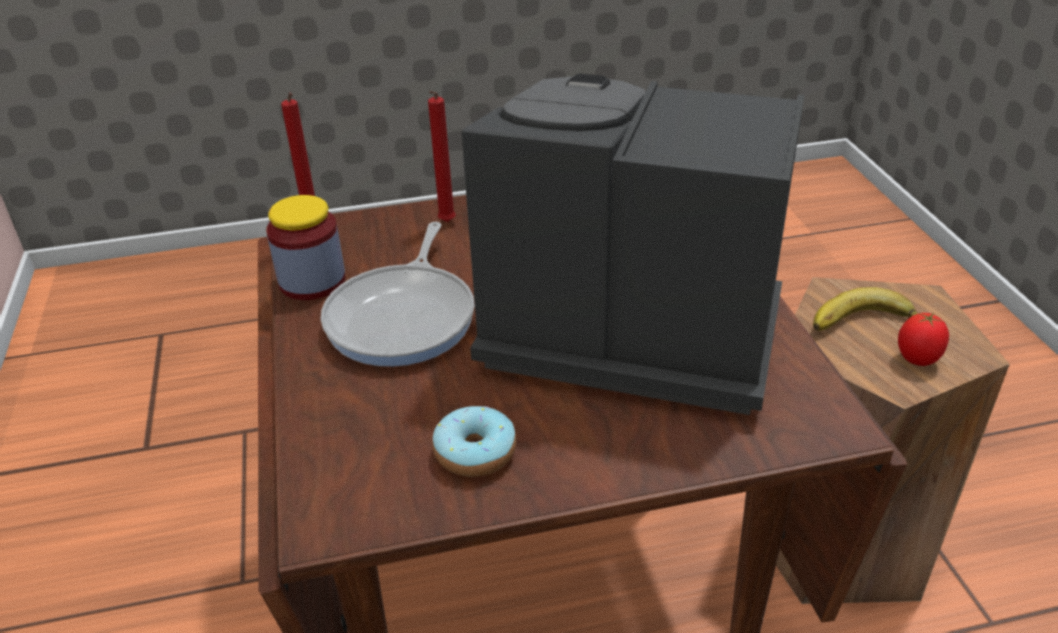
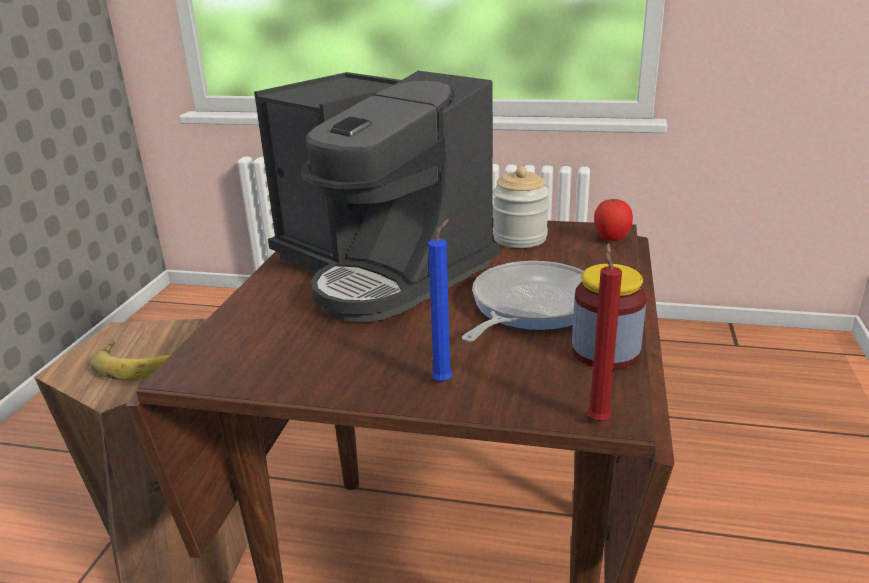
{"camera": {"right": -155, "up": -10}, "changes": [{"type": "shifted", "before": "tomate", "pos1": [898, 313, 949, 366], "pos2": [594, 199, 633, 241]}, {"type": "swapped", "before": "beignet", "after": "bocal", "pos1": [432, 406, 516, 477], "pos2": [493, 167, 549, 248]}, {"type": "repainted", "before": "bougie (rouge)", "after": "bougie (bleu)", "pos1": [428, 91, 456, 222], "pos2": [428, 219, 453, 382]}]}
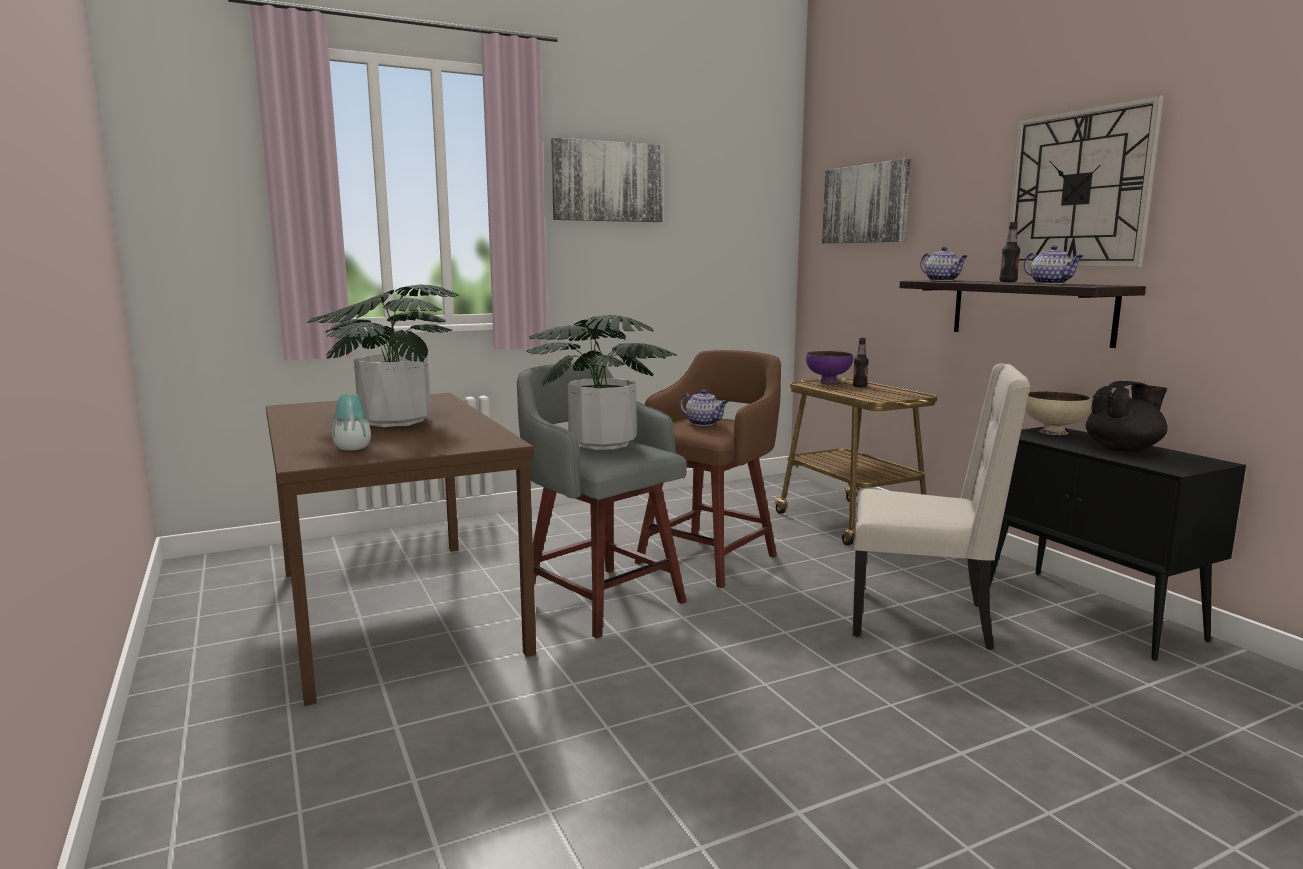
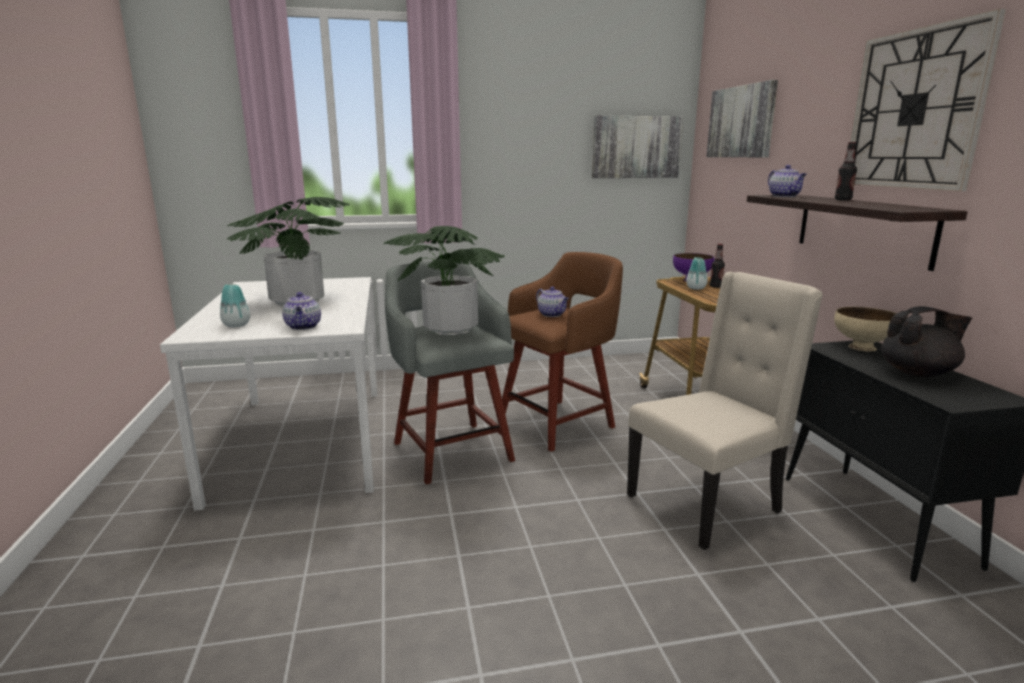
{"camera": {"right": 15, "up": 5}, "changes": [{"type": "new", "after": "vase", "pos2": [686, 257, 707, 290]}, {"type": "shifted", "before": "tableau", "pos1": [551, 138, 663, 222], "pos2": [592, 115, 683, 178]}, {"type": "shifted", "before": "théière", "pos1": [1024, 245, 1083, 284], "pos2": [282, 292, 321, 330]}, {"type": "repainted", "before": "table à manger (marron)", "after": "table à manger (blanc)", "pos1": [266, 393, 536, 706], "pos2": [160, 277, 377, 511]}, {"type": "rotated", "before": "chaise (beige)", "pos1": [853, 364, 1030, 650], "pos2": [627, 272, 823, 550], "turn": -60}]}
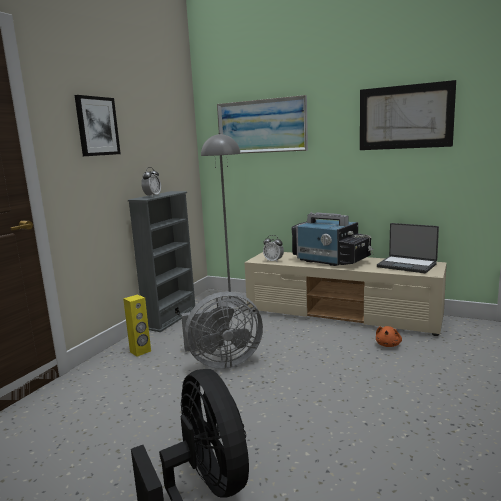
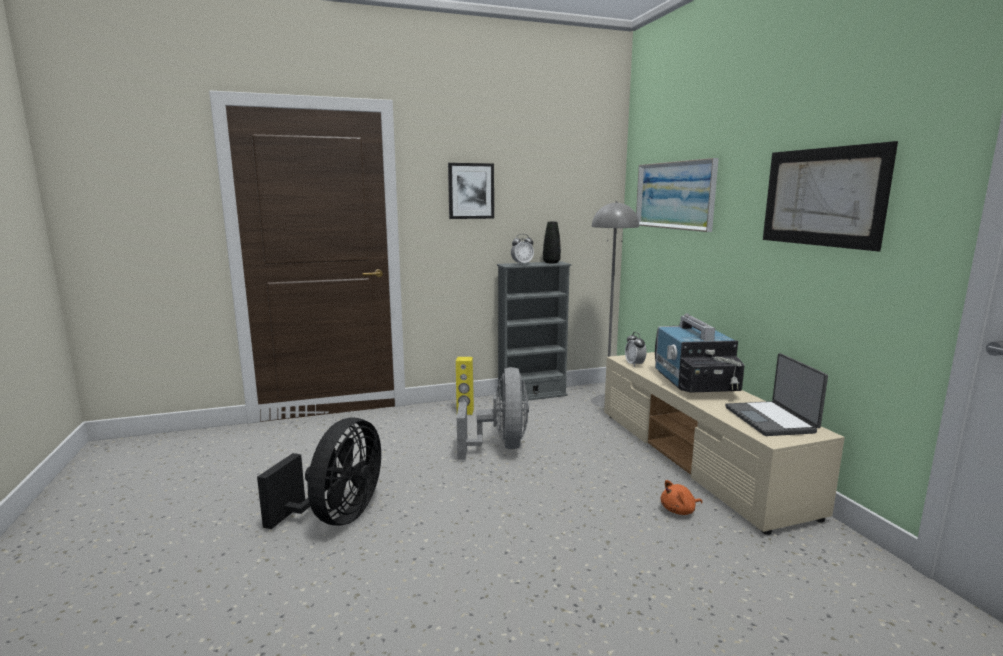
{"camera": {"right": 45, "up": 0}, "changes": [{"type": "new", "after": "vase (noir)", "pos2": [543, 222, 561, 263]}, {"type": "rotated", "before": "ventilateur (gris)", "pos1": [181, 292, 263, 369], "pos2": [457, 367, 529, 460], "turn": -120}]}
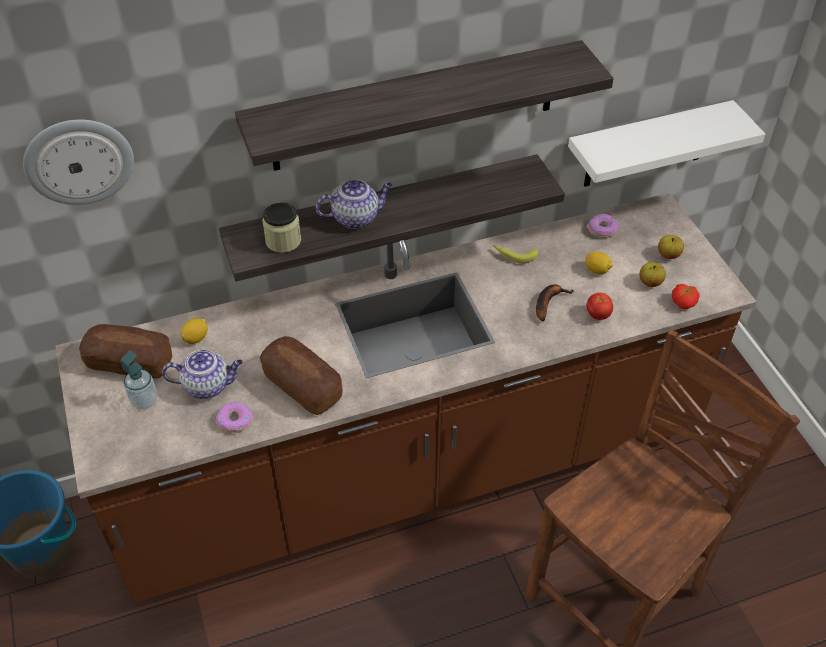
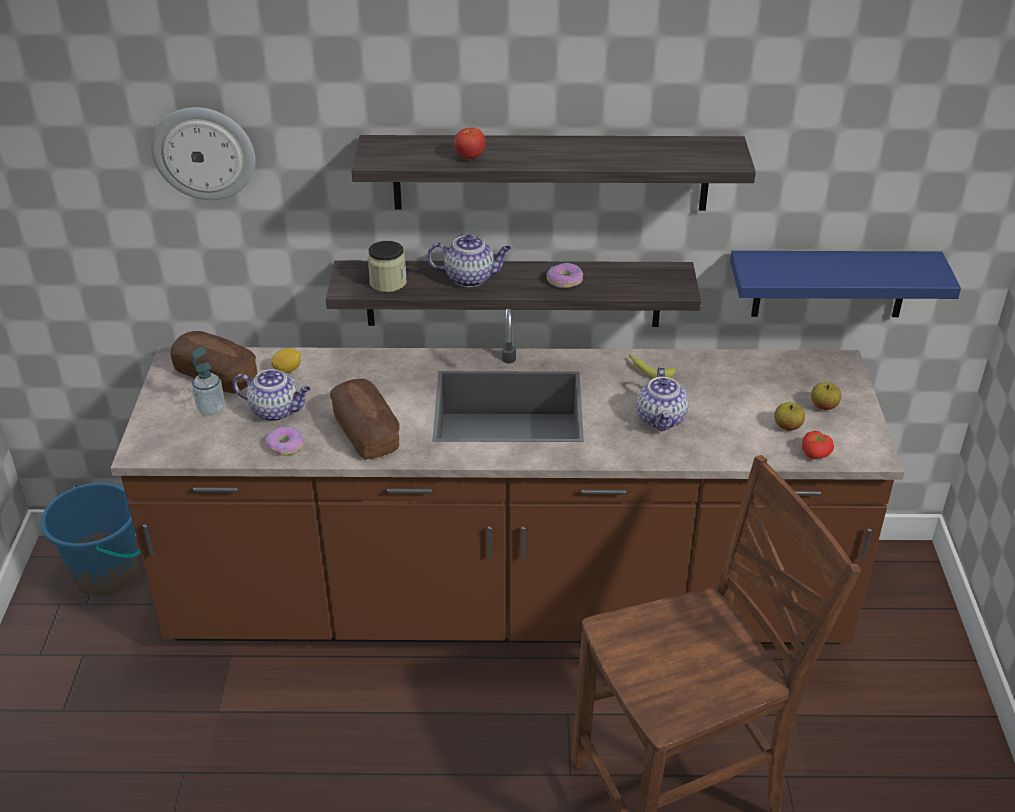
{"camera": {"right": 20, "up": -10}, "changes": [{"type": "gone", "before": "citron", "pos1": [585, 252, 613, 274]}, {"type": "shifted", "before": "tomate", "pos1": [587, 293, 613, 320], "pos2": [454, 127, 486, 159]}, {"type": "shifted", "before": "beignet", "pos1": [588, 214, 619, 238], "pos2": [547, 263, 583, 288]}, {"type": "swapped", "before": "banane", "after": "théière", "pos1": [536, 284, 574, 322], "pos2": [637, 367, 688, 431]}, {"type": "repainted", "before": "étagère (blanc)", "after": "étagère (bleu)", "pos1": [568, 100, 765, 187], "pos2": [730, 251, 961, 317]}]}
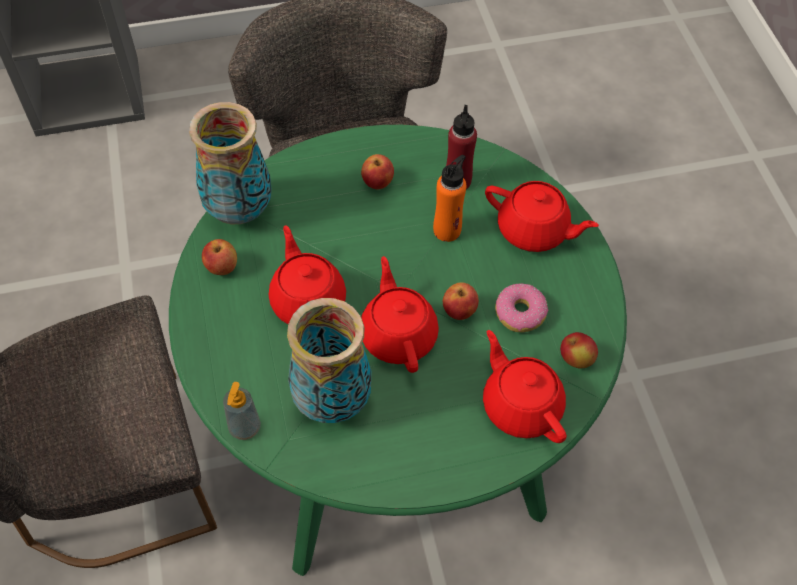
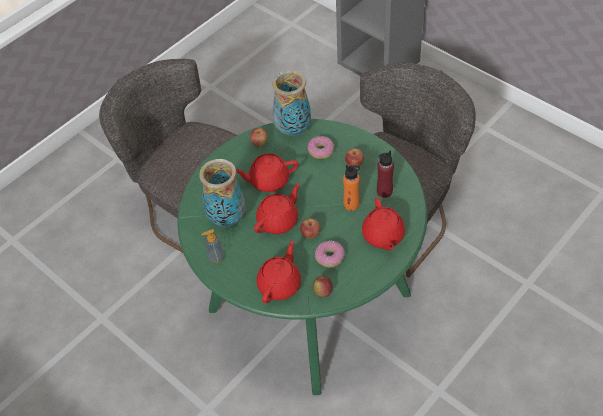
{"camera": {"right": 60, "up": -5}, "changes": [{"type": "new", "after": "beignet", "pos2": [307, 136, 334, 159]}, {"type": "shifted", "before": "distributeur de savon", "pos1": [223, 382, 261, 440], "pos2": [201, 229, 224, 263]}, {"type": "rotated", "before": "théière (rouge)", "pos1": [269, 225, 346, 324], "pos2": [236, 153, 298, 192], "turn": -135}]}
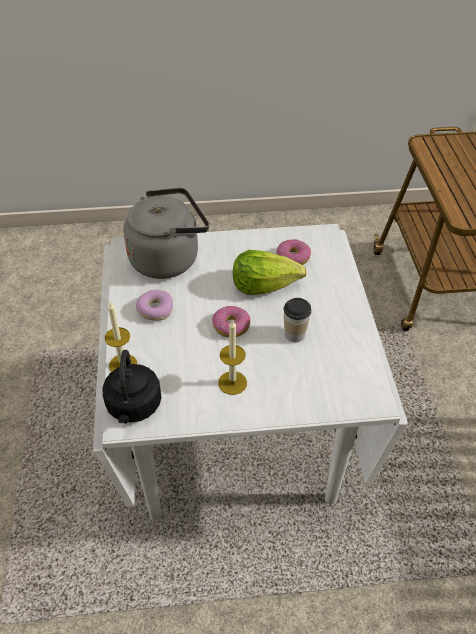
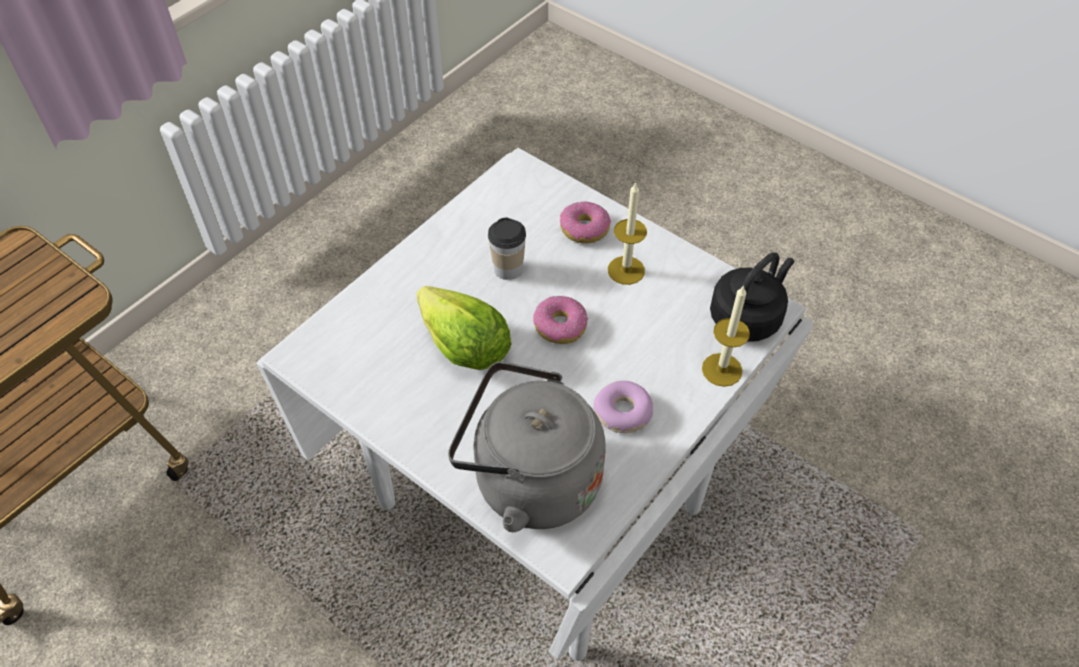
{"camera": {"right": -135, "up": 5}, "changes": [{"type": "shifted", "before": "beignet", "pos1": [277, 239, 311, 265], "pos2": [560, 201, 611, 244]}]}
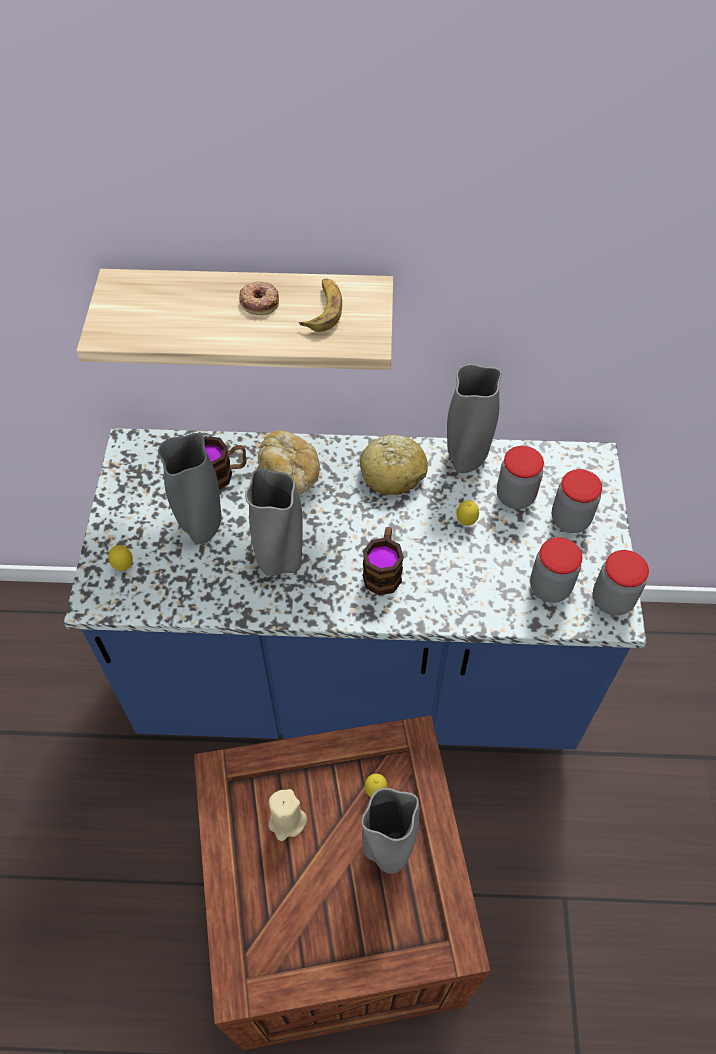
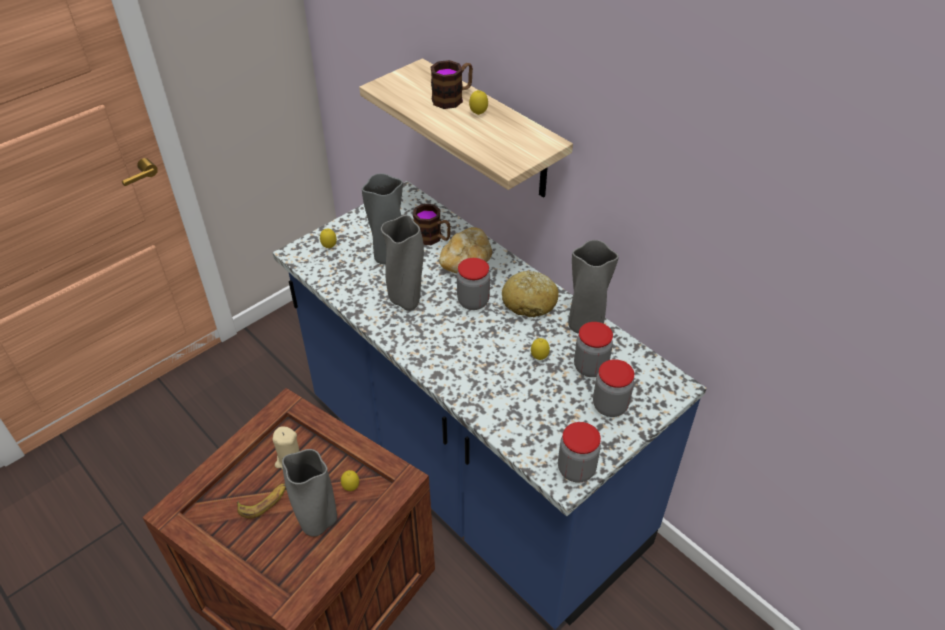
{"camera": {"right": 45, "up": -10}, "changes": [{"type": "shifted", "before": "banane", "pos1": [299, 279, 342, 332], "pos2": [237, 483, 286, 518]}, {"type": "shifted", "before": "mug", "pos1": [362, 527, 404, 595], "pos2": [430, 60, 473, 109]}, {"type": "shifted", "before": "bocal", "pos1": [530, 537, 582, 603], "pos2": [457, 258, 490, 310]}, {"type": "swapped", "before": "beignet", "after": "citron", "pos1": [239, 282, 279, 315], "pos2": [469, 90, 488, 115]}]}
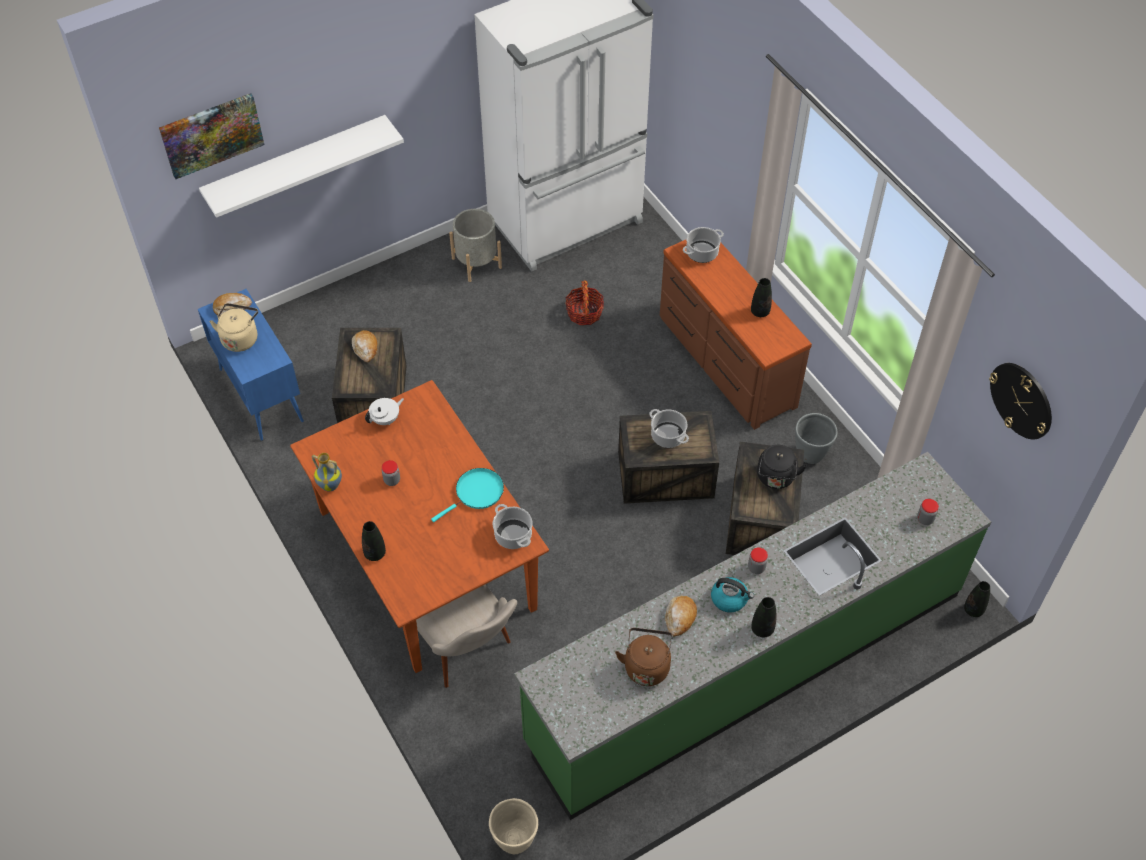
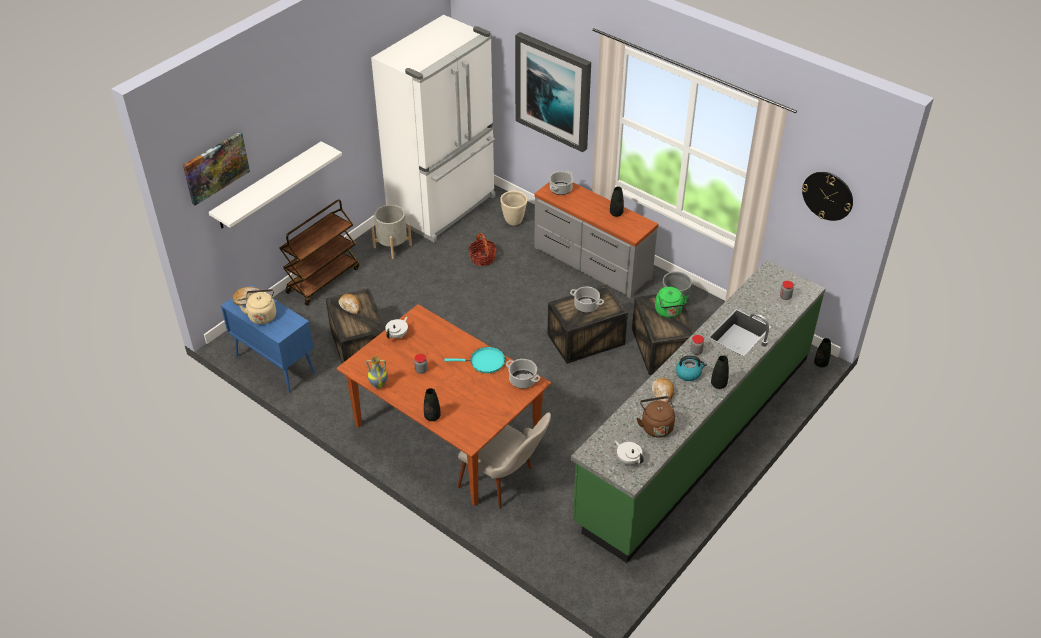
{"camera": {"right": -20, "up": -10}, "changes": [{"type": "new", "after": "chariot (marron)", "pos2": [279, 199, 359, 306]}, {"type": "new", "after": "tableau", "pos2": [515, 32, 591, 152]}, {"type": "new", "after": "théière (blanc)", "pos2": [615, 440, 643, 464]}, {"type": "shifted", "before": "cache-pot (beige)", "pos1": [489, 798, 538, 854], "pos2": [500, 190, 527, 225]}, {"type": "repainted", "before": "commode (marron)", "after": "commode (gris)", "pos1": [660, 240, 812, 430], "pos2": [534, 182, 659, 298]}, {"type": "repainted", "before": "bouilloire (noir)", "after": "bouilloire (vert)", "pos1": [757, 445, 807, 489], "pos2": [655, 287, 689, 318]}, {"type": "rotated", "before": "poêle (turquoise)", "pos1": [431, 468, 504, 522], "pos2": [444, 347, 505, 373], "turn": 60}]}
